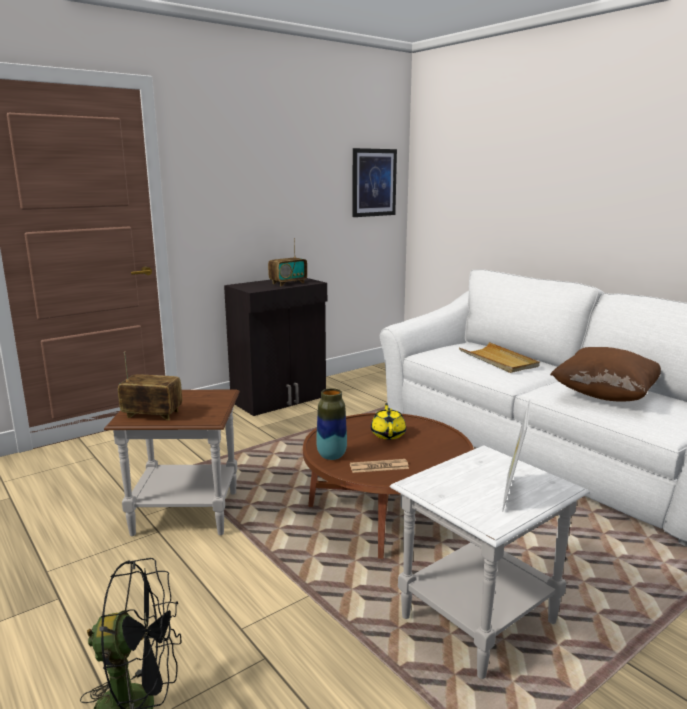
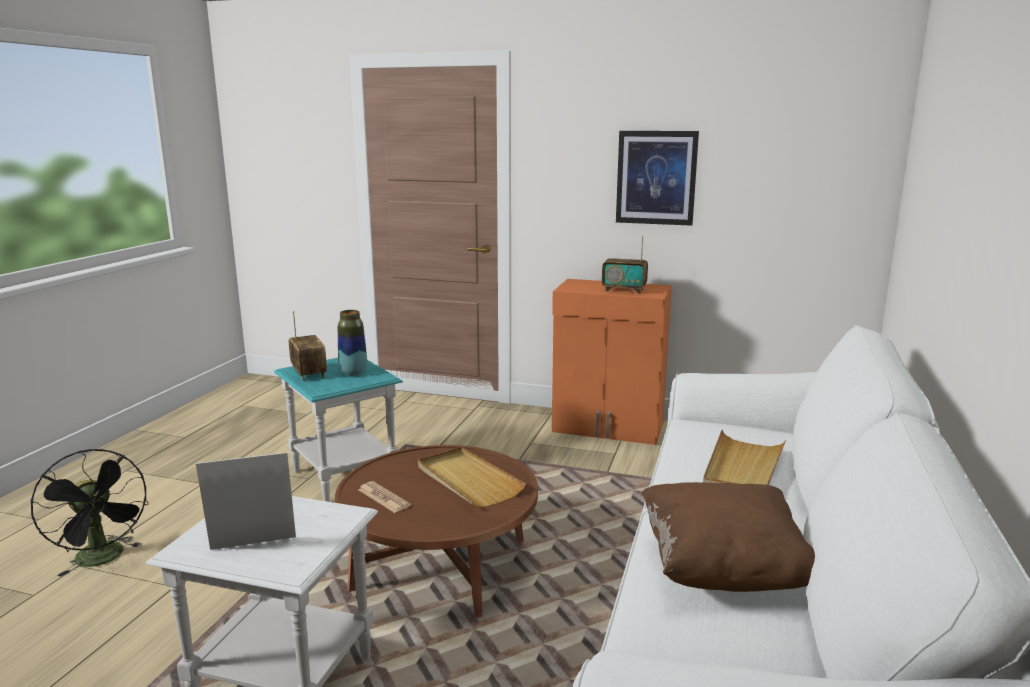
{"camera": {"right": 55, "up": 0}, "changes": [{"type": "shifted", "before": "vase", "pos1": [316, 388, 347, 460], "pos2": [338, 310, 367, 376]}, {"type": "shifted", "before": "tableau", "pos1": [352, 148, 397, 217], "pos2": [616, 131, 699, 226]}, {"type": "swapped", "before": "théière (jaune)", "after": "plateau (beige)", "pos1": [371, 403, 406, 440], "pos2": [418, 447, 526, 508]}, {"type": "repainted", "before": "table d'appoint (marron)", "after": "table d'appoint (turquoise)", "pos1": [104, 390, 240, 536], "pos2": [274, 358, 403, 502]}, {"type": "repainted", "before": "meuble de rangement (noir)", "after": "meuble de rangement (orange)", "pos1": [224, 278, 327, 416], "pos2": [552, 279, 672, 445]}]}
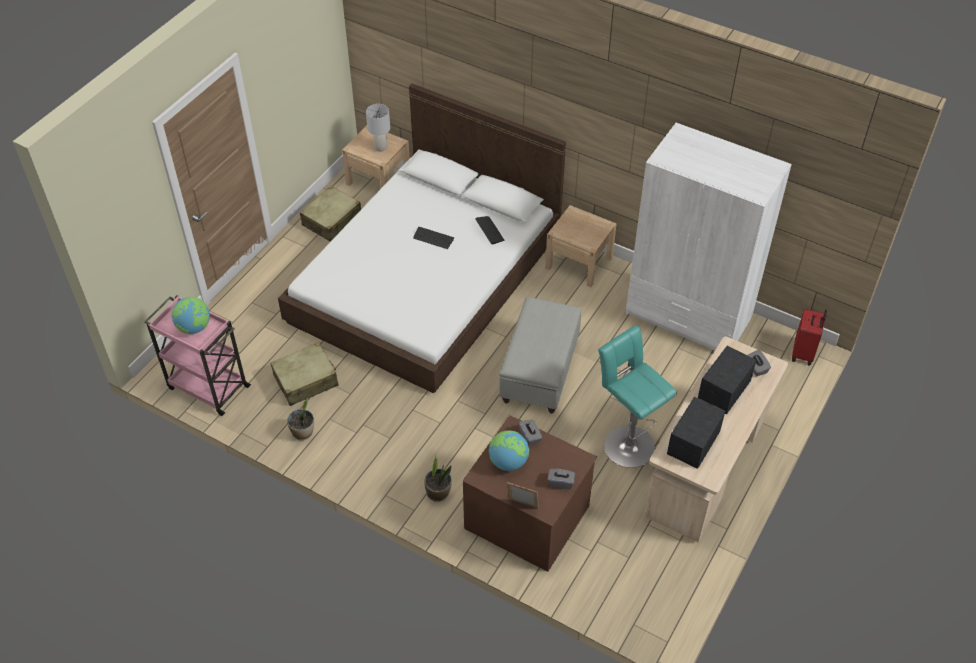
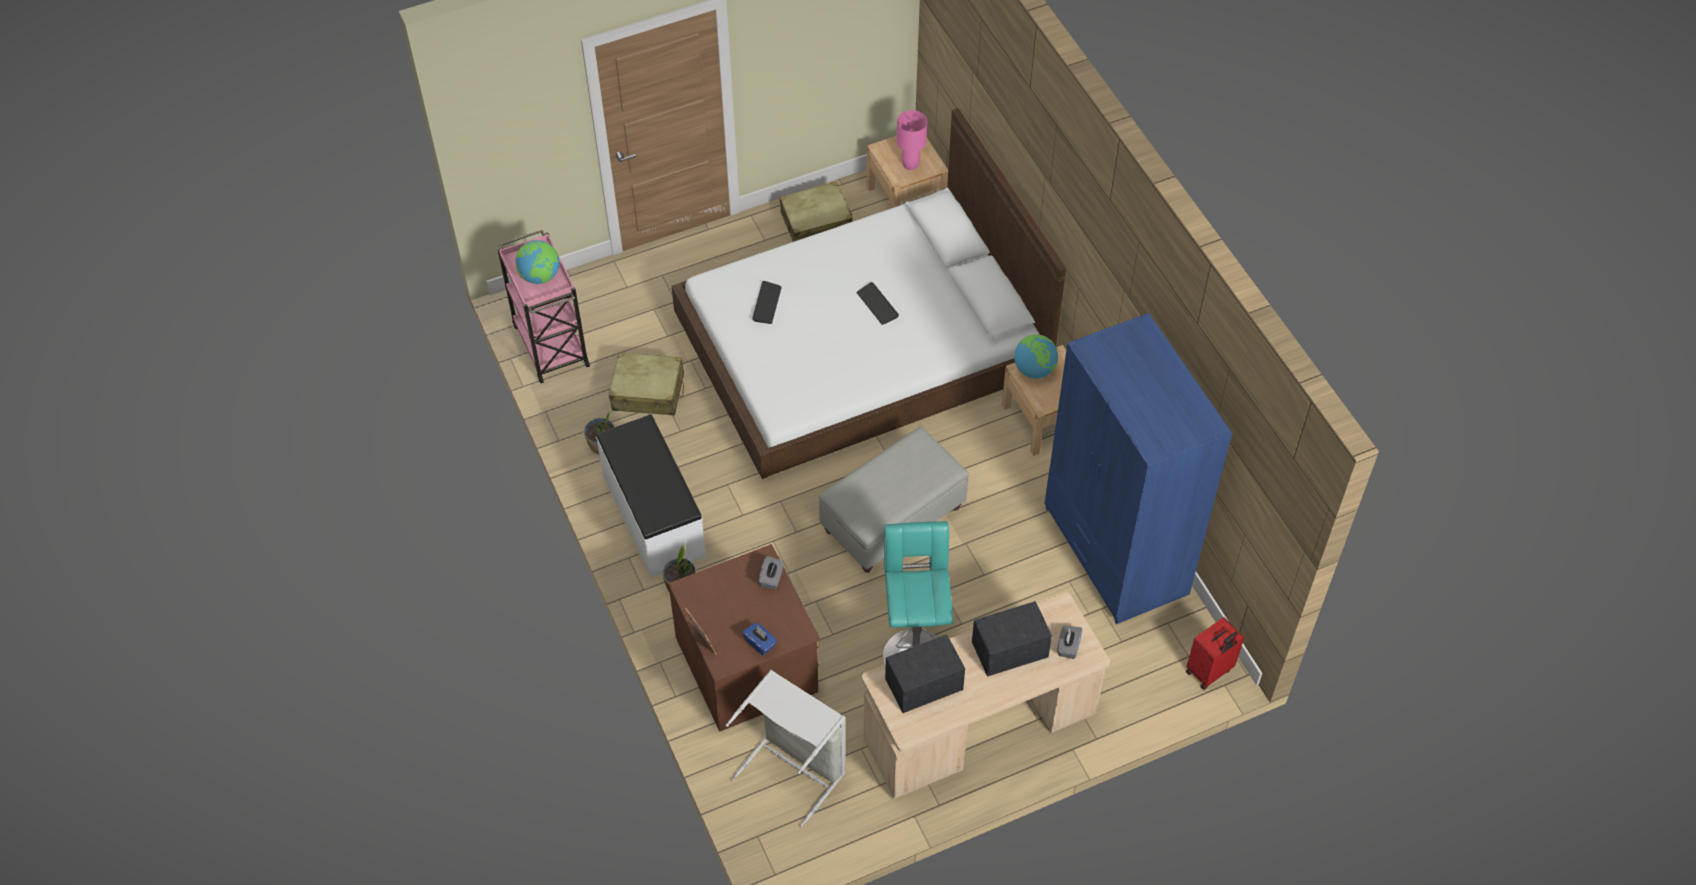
{"camera": {"right": 35, "up": 5}, "changes": [{"type": "new", "after": "banc (blanc)", "pos2": [596, 414, 706, 578]}, {"type": "new", "after": "panier à linge (gris)", "pos2": [725, 670, 846, 827]}, {"type": "shifted", "before": "clavier", "pos1": [475, 216, 505, 245], "pos2": [752, 281, 782, 324]}, {"type": "shifted", "before": "globe", "pos1": [489, 430, 529, 471], "pos2": [1014, 335, 1058, 378]}, {"type": "repainted", "before": "lampe de table (gris)", "after": "lampe de table (rose)", "pos1": [366, 104, 390, 152], "pos2": [896, 110, 927, 170]}, {"type": "repainted", "before": "boîte à mouchoirs (gris)", "after": "boîte à mouchoirs (bleu)", "pos1": [548, 468, 575, 489], "pos2": [742, 622, 777, 655]}, {"type": "repainted", "before": "armoire (blanc)", "after": "armoire (bleu)", "pos1": [626, 123, 792, 350], "pos2": [1044, 313, 1232, 624]}]}
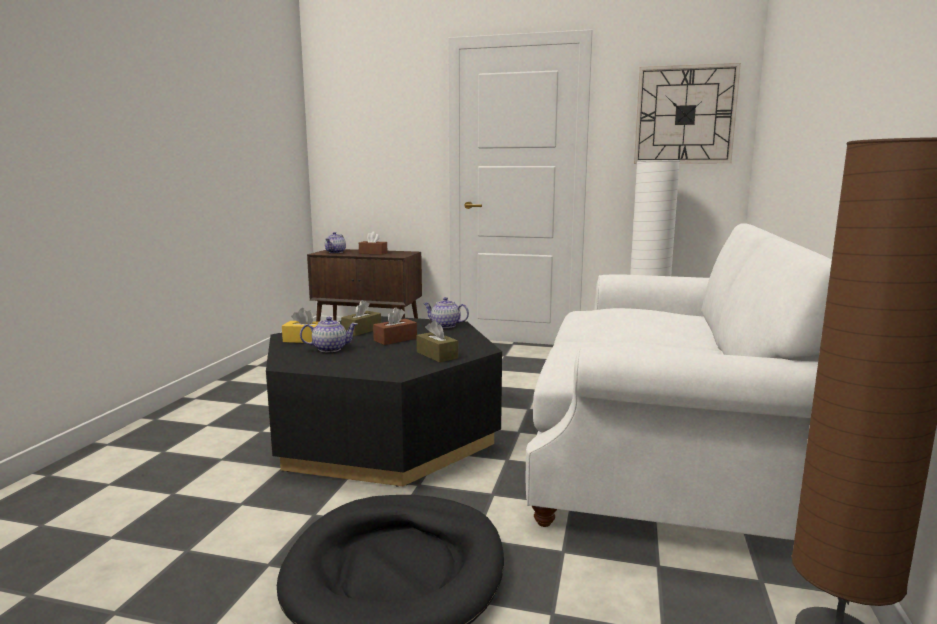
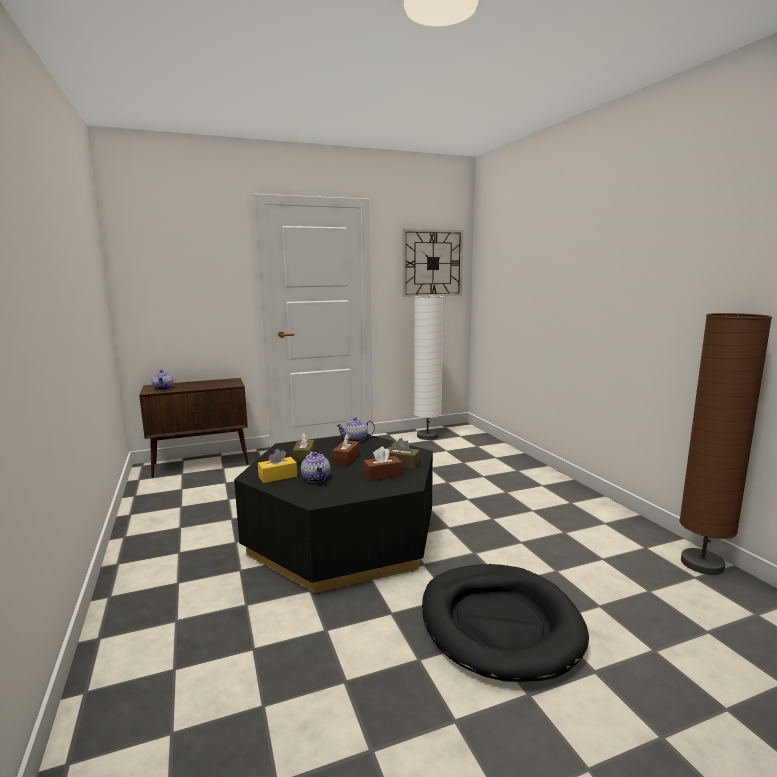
{"camera": {"right": -35, "up": 0}, "changes": [{"type": "gone", "before": "canapé (blanc)", "pos1": [526, 223, 832, 540]}, {"type": "shifted", "before": "boîte à mouchoirs (marron)", "pos1": [359, 231, 388, 255], "pos2": [363, 447, 402, 481]}, {"type": "rotated", "before": "théière", "pos1": [300, 317, 358, 352], "pos2": [301, 451, 330, 483], "turn": 120}]}
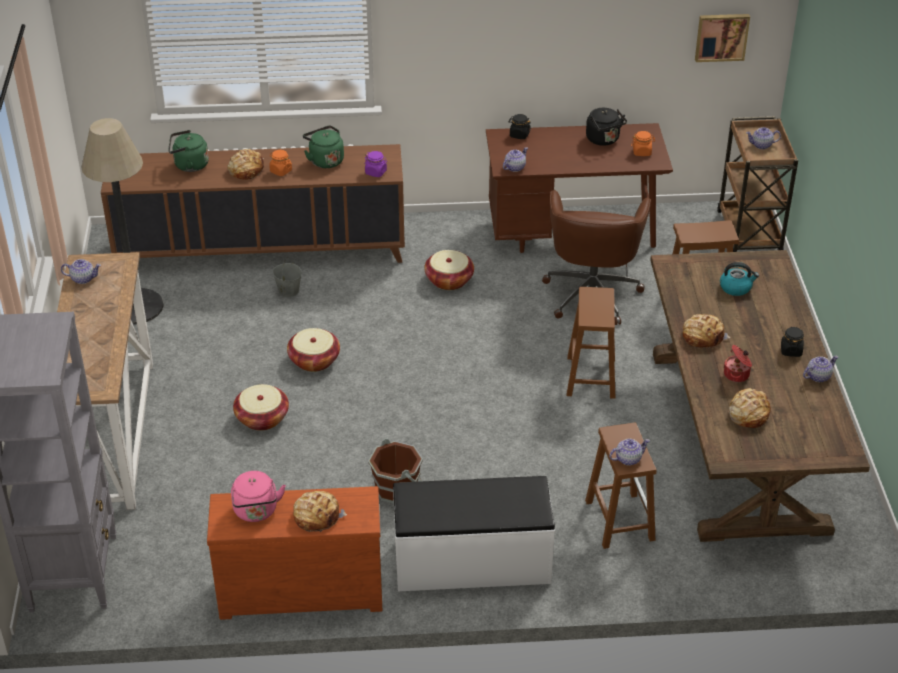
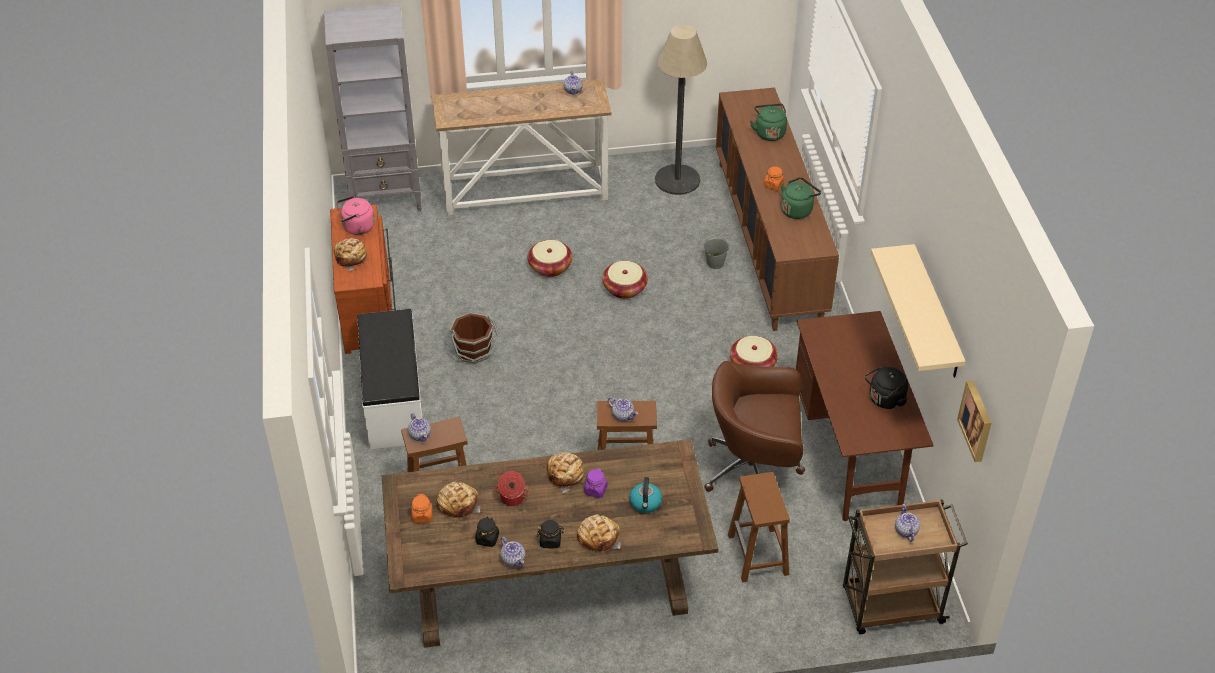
{"camera": {"right": 85, "up": 5}, "changes": [{"type": "new", "after": "étagère (beige)", "pos2": [871, 244, 966, 378]}, {"type": "shifted", "before": "pain", "pos1": [227, 149, 264, 180], "pos2": [577, 514, 621, 553]}, {"type": "shifted", "before": "bocal (violet)", "pos1": [364, 151, 387, 177], "pos2": [584, 468, 607, 498]}, {"type": "shifted", "before": "théière", "pos1": [503, 147, 528, 172], "pos2": [608, 397, 638, 421]}, {"type": "shifted", "before": "bocal (noir)", "pos1": [508, 114, 531, 139], "pos2": [475, 517, 499, 547]}, {"type": "shifted", "before": "bocal (orange)", "pos1": [631, 131, 655, 156], "pos2": [412, 494, 433, 523]}]}
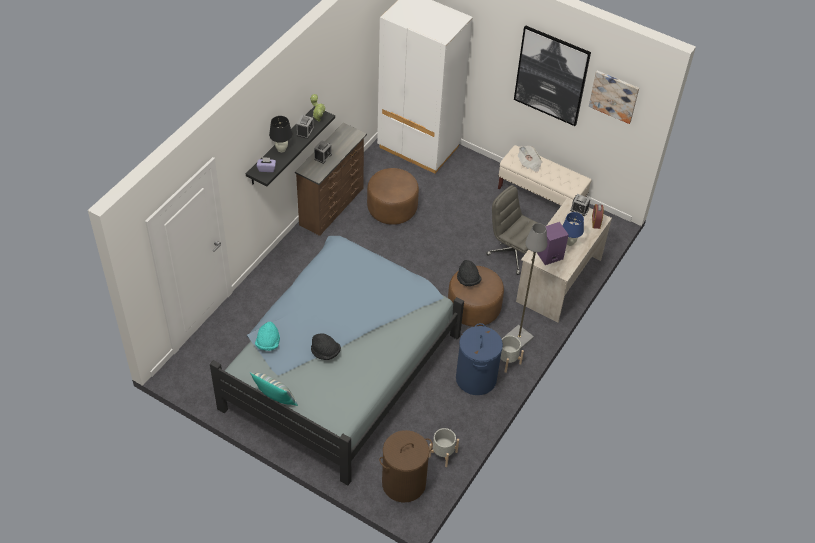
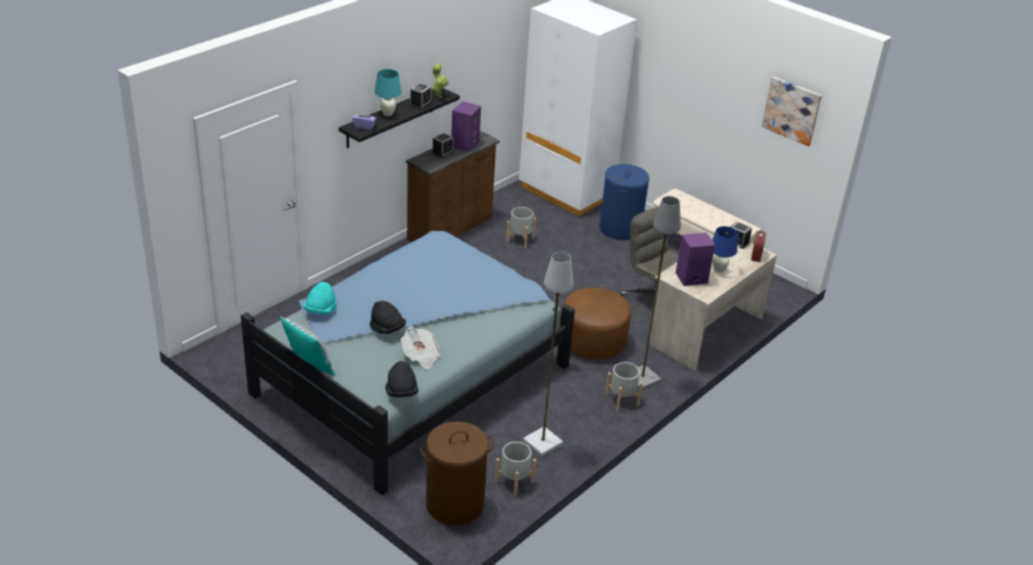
{"camera": {"right": 10, "up": -15}, "changes": [{"type": "gone", "before": "tableau", "pos1": [514, 25, 591, 126]}, {"type": "new", "after": "enceinte (violet)", "pos2": [451, 101, 481, 152]}, {"type": "new", "after": "lampadaire (gris)", "pos2": [523, 252, 574, 456]}, {"type": "shifted", "before": "panier à linge (bleu)", "pos1": [456, 323, 503, 395], "pos2": [599, 164, 649, 240]}, {"type": "shifted", "before": "chapeau (noir)", "pos1": [457, 260, 482, 286], "pos2": [385, 361, 419, 397]}, {"type": "shifted", "before": "journal", "pos1": [518, 146, 543, 173], "pos2": [401, 327, 441, 369]}, {"type": "swapped", "before": "pouf (marron)", "after": "cache-pot (gris)", "pos1": [367, 168, 419, 225], "pos2": [506, 207, 536, 248]}, {"type": "repainted", "before": "lampe de table (noir)", "after": "lampe de table (turquoise)", "pos1": [269, 116, 292, 152], "pos2": [375, 69, 401, 116]}]}
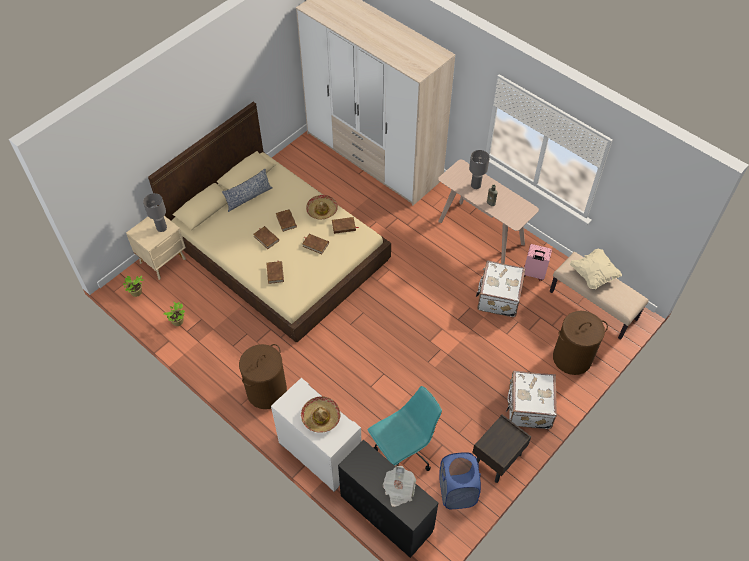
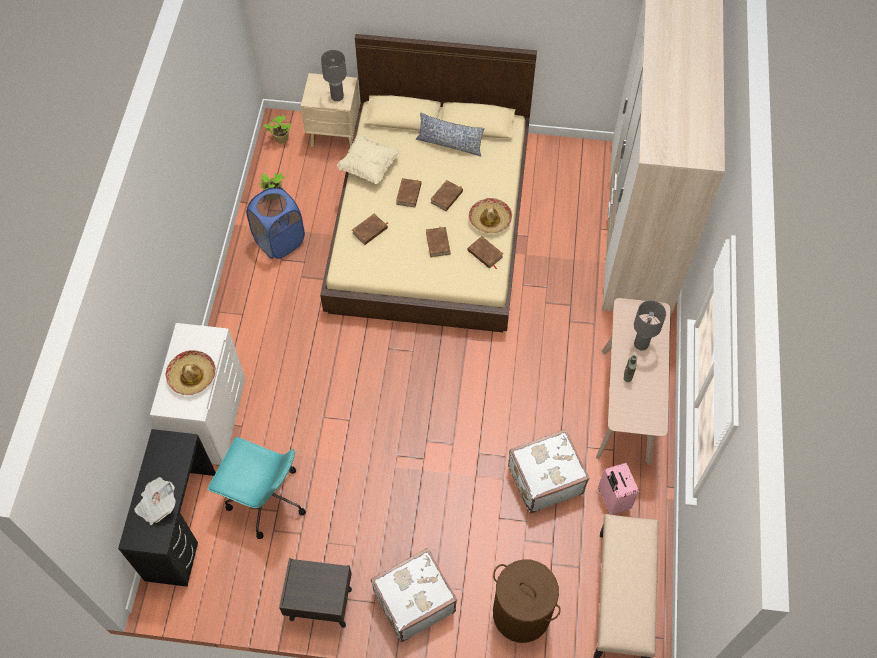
{"camera": {"right": 55, "up": 5}, "changes": [{"type": "gone", "before": "panier à linge (marron)", "pos1": [239, 344, 287, 409]}, {"type": "shifted", "before": "panier à linge (bleu)", "pos1": [439, 452, 481, 509], "pos2": [246, 187, 305, 259]}, {"type": "shifted", "before": "coussin (beige)", "pos1": [570, 249, 622, 289], "pos2": [337, 134, 400, 184]}]}
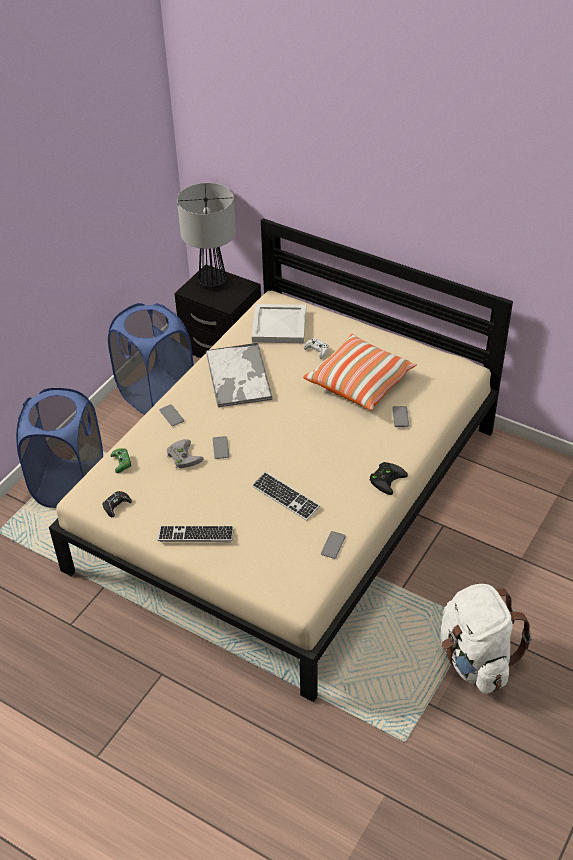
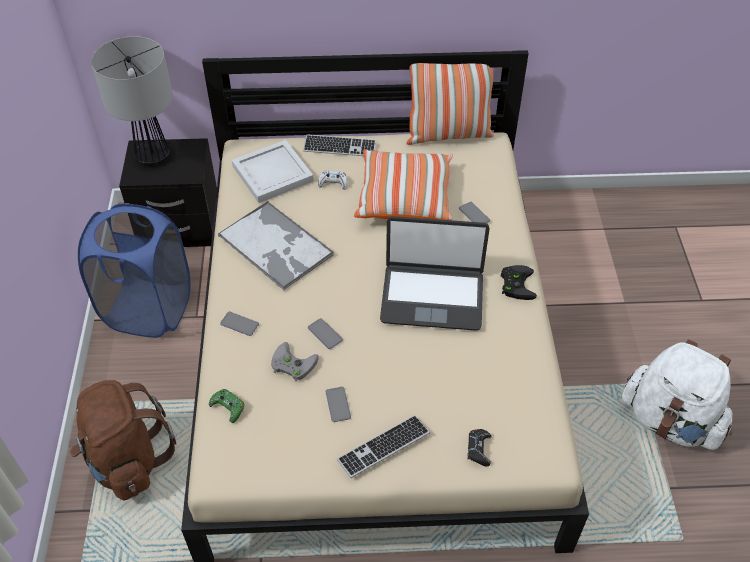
{"camera": {"right": -35, "up": 5}, "changes": [{"type": "new", "after": "ordinateur portable", "pos2": [380, 216, 490, 331]}, {"type": "new", "after": "coussin", "pos2": [407, 63, 494, 145]}, {"type": "shifted", "before": "manette (noir)", "pos1": [102, 491, 132, 517], "pos2": [468, 429, 491, 467]}, {"type": "shifted", "before": "clavier", "pos1": [252, 472, 320, 521], "pos2": [303, 134, 376, 156]}, {"type": "shifted", "before": "téléphone", "pos1": [321, 531, 346, 559], "pos2": [325, 387, 351, 422]}, {"type": "swapped", "before": "panier à linge (bleu)", "after": "sac à dos (marron)", "pos1": [16, 388, 103, 508], "pos2": [70, 380, 176, 500]}]}
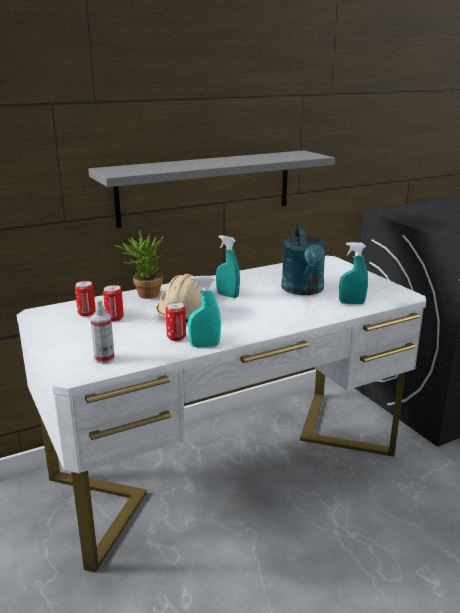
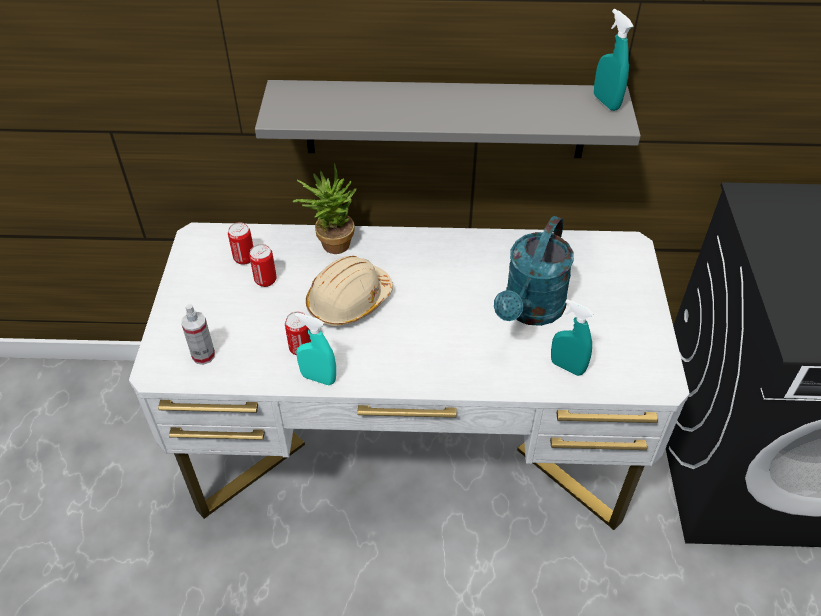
{"camera": {"right": 30, "up": 25}, "changes": [{"type": "shifted", "before": "vaporisateur (turquoise)", "pos1": [216, 235, 240, 298], "pos2": [594, 9, 633, 111]}]}
